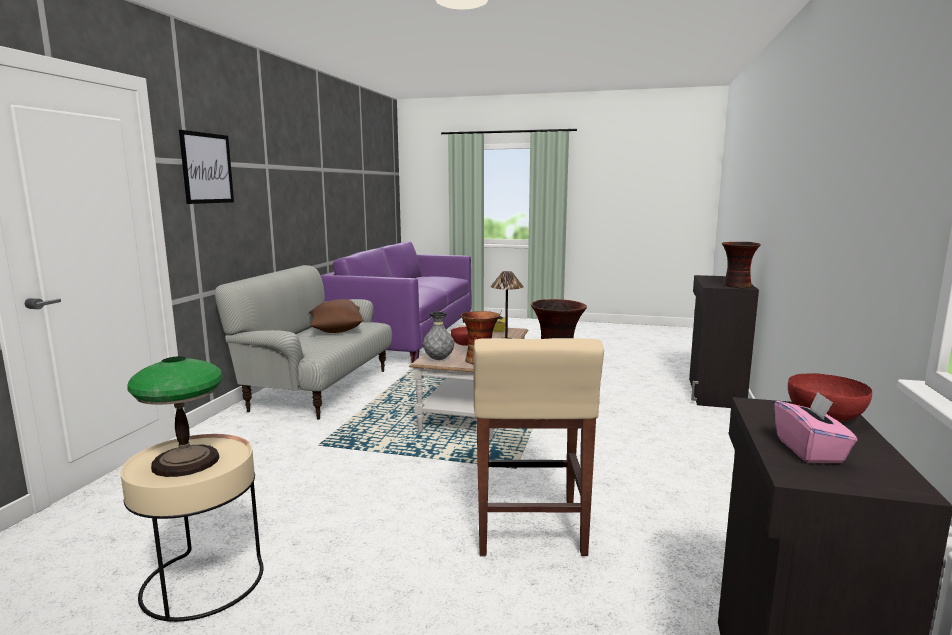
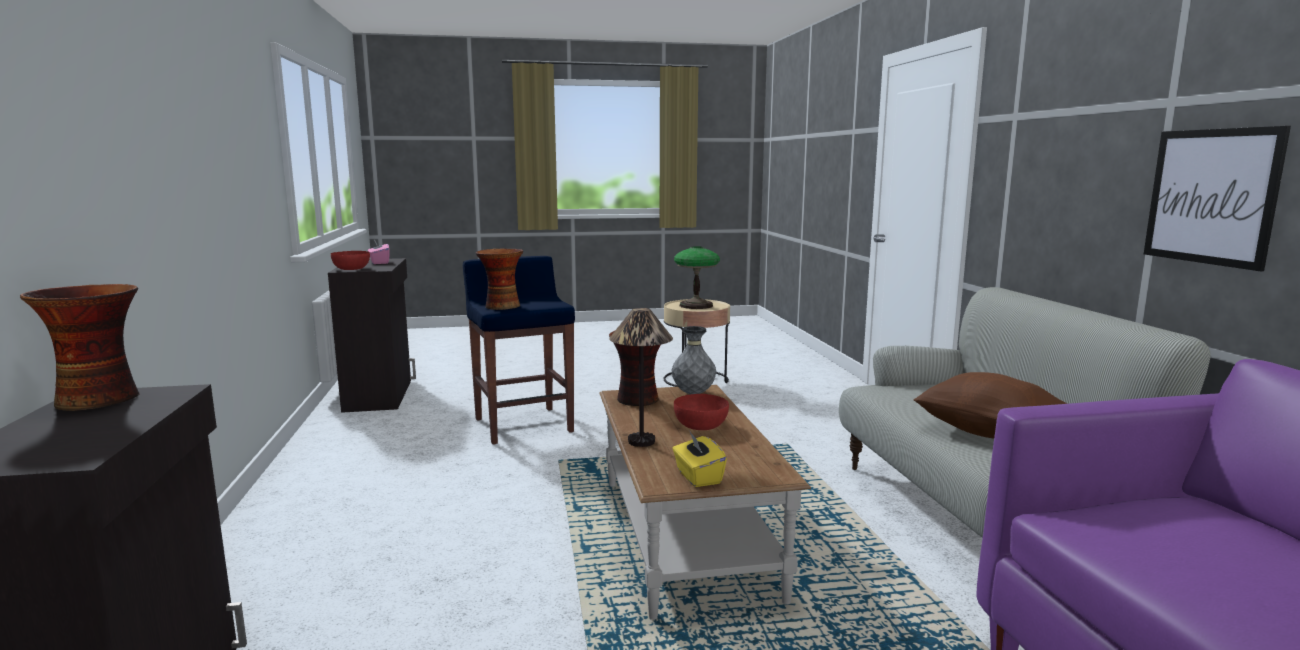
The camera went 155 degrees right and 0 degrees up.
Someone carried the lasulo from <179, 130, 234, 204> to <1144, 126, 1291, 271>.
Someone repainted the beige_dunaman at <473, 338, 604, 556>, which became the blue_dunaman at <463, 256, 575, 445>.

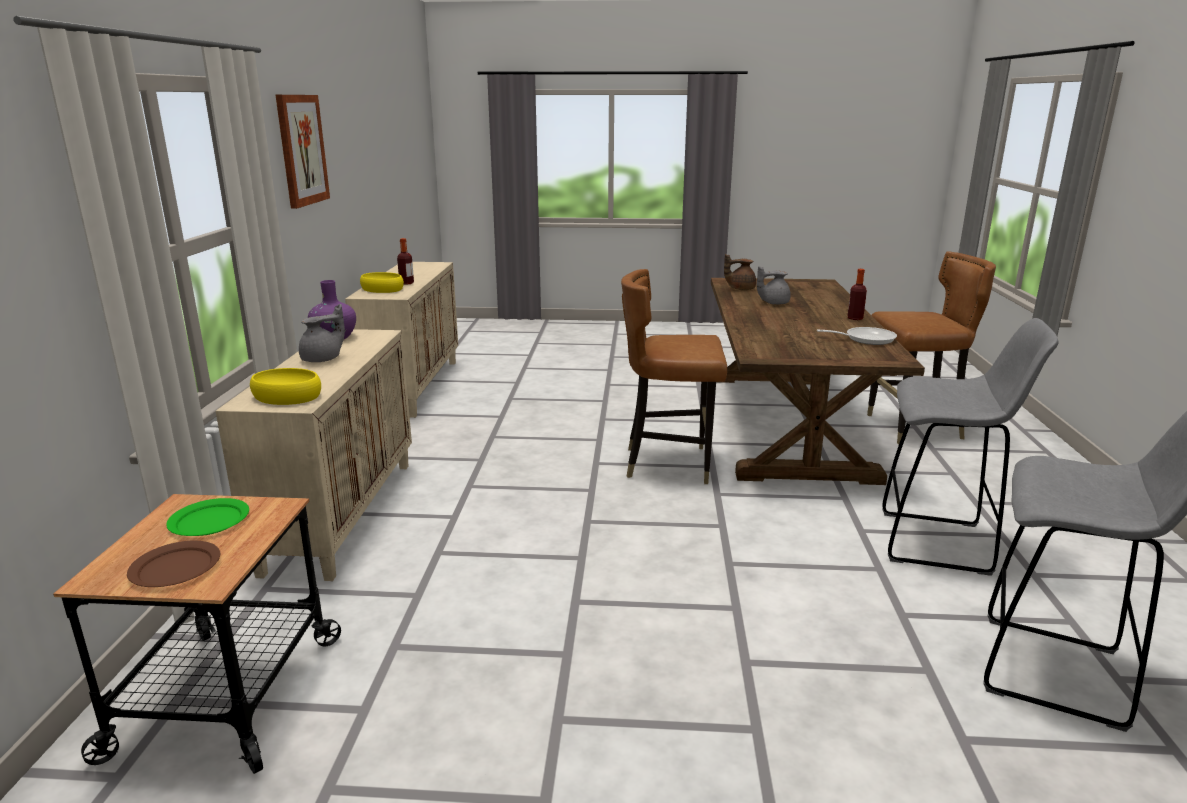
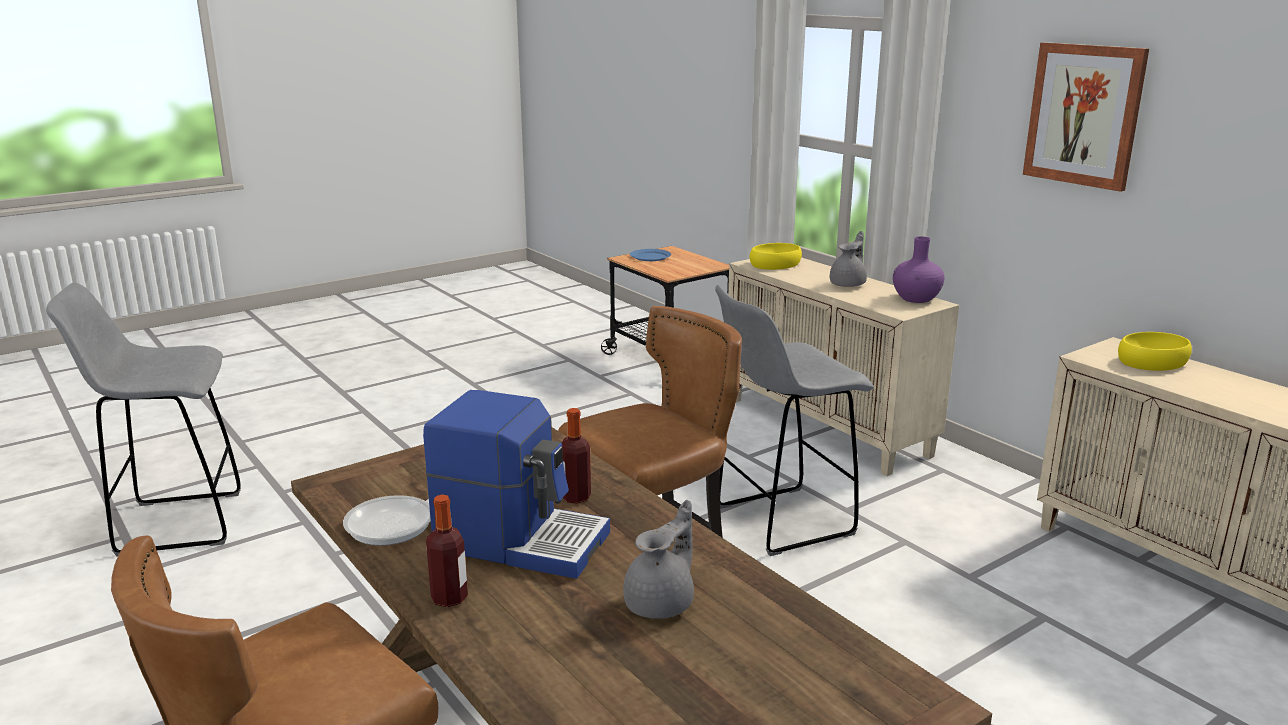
The camera went 140 degrees right and 0 degrees up.
Someone carried the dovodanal from <397, 238, 414, 285> to <562, 408, 591, 504>.
Someone took away the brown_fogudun at <724, 254, 756, 290>.
Someone rotated the grey_fogudun at <299, 304, 345, 362> by 150 degrees counterclockwise.
Someone carried the grey_dunaman from <882, 318, 1059, 576> to <715, 285, 874, 556>.
Someone took away the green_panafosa at <166, 498, 249, 536>.
Someone repainted the brown_panafosa at <127, 541, 221, 587>, which became the blue_panafosa at <630, 249, 671, 261>.
Someone put down the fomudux at <423, 390, 610, 579>.

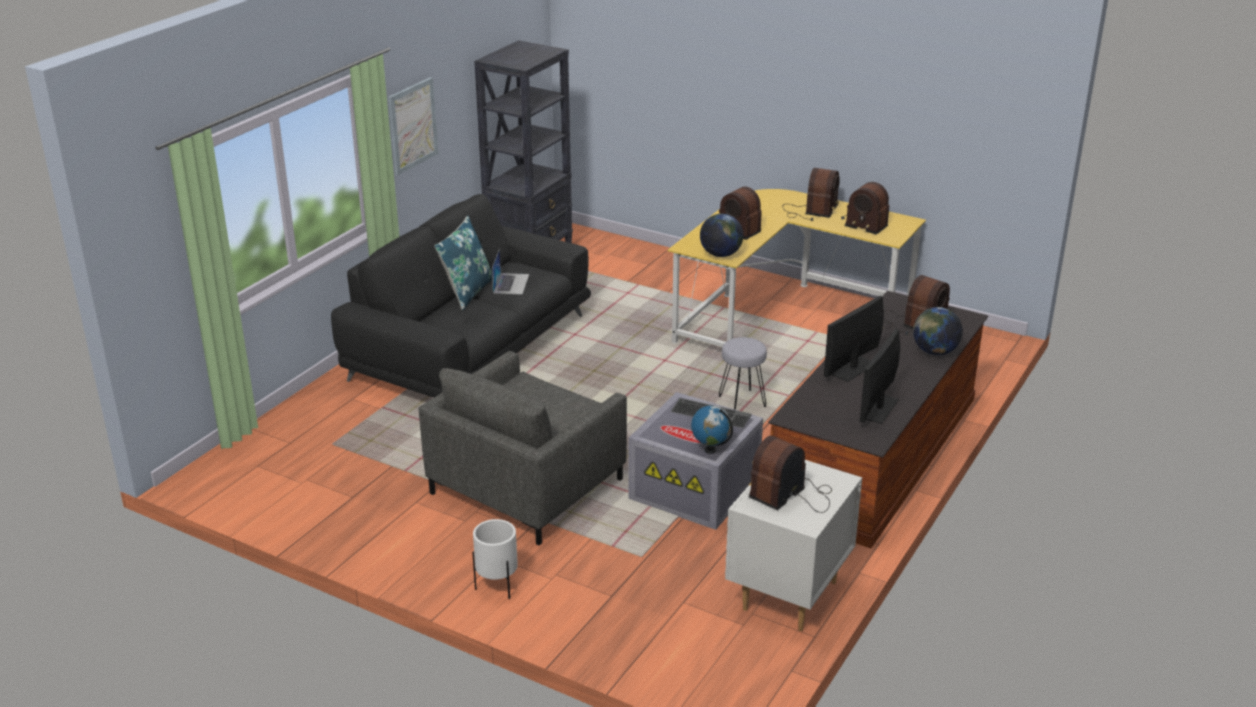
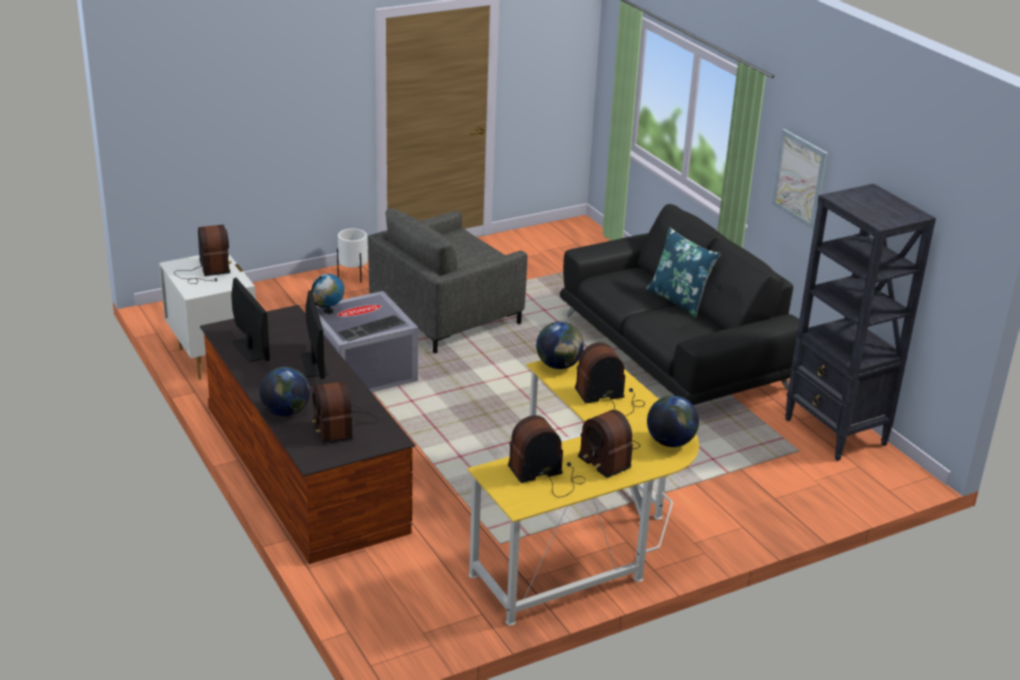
The camera went 120 degrees right and 0 degrees up.
Someone took away the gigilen at <492, 249, 529, 295>.
Someone took away the grey_dunaman at <719, 337, 767, 410>.
Someone rotated the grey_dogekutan at <418, 351, 627, 546> by 105 degrees counterclockwise.
Someone put down the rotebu at <647, 395, 699, 447>.

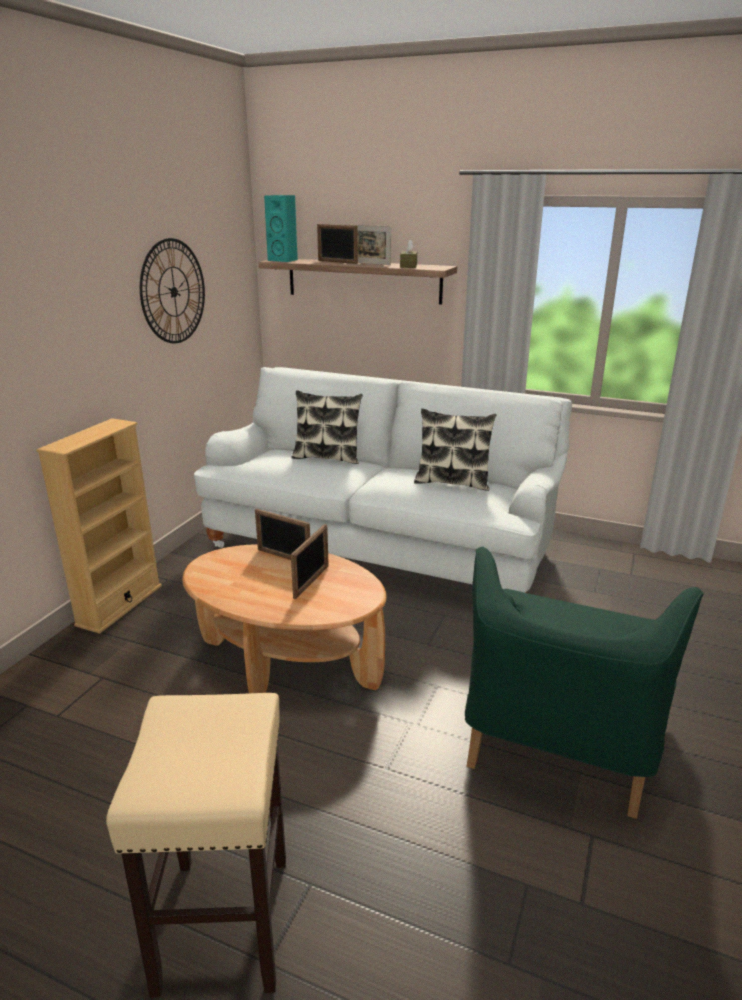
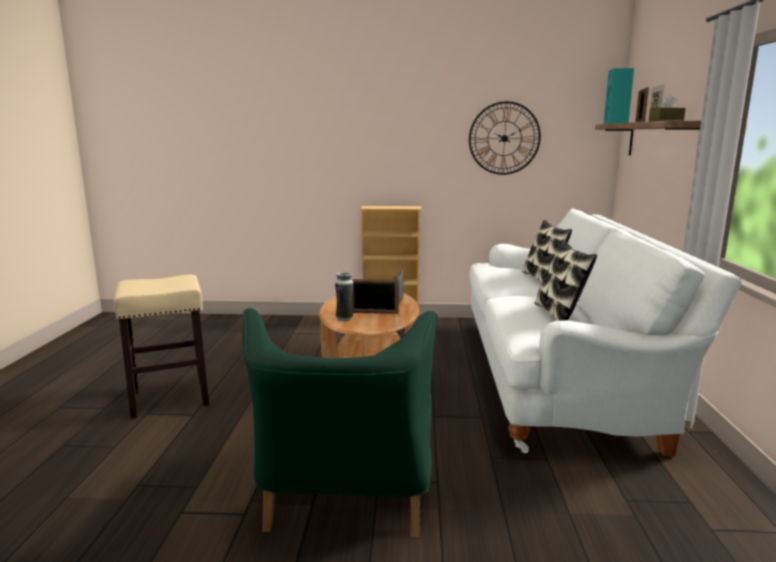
The camera went 70 degrees right and 10 degrees down.
Someone rotated the green_dogekutan at <465, 547, 704, 819> by 90 degrees counterclockwise.
Someone put down the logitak at <335, 272, 353, 321>.

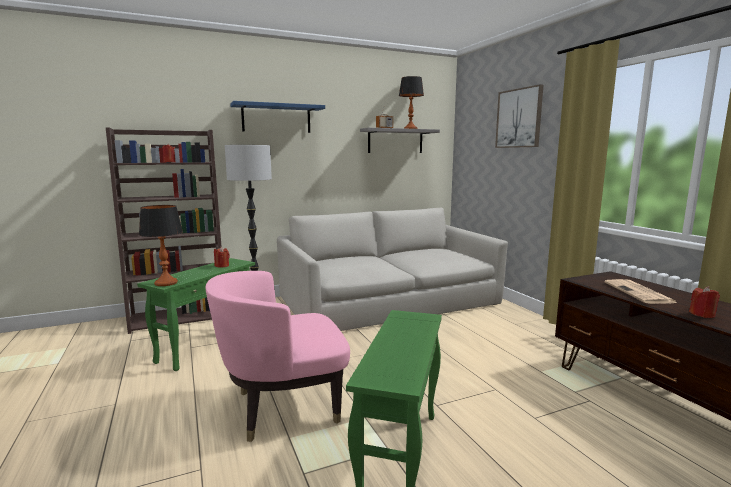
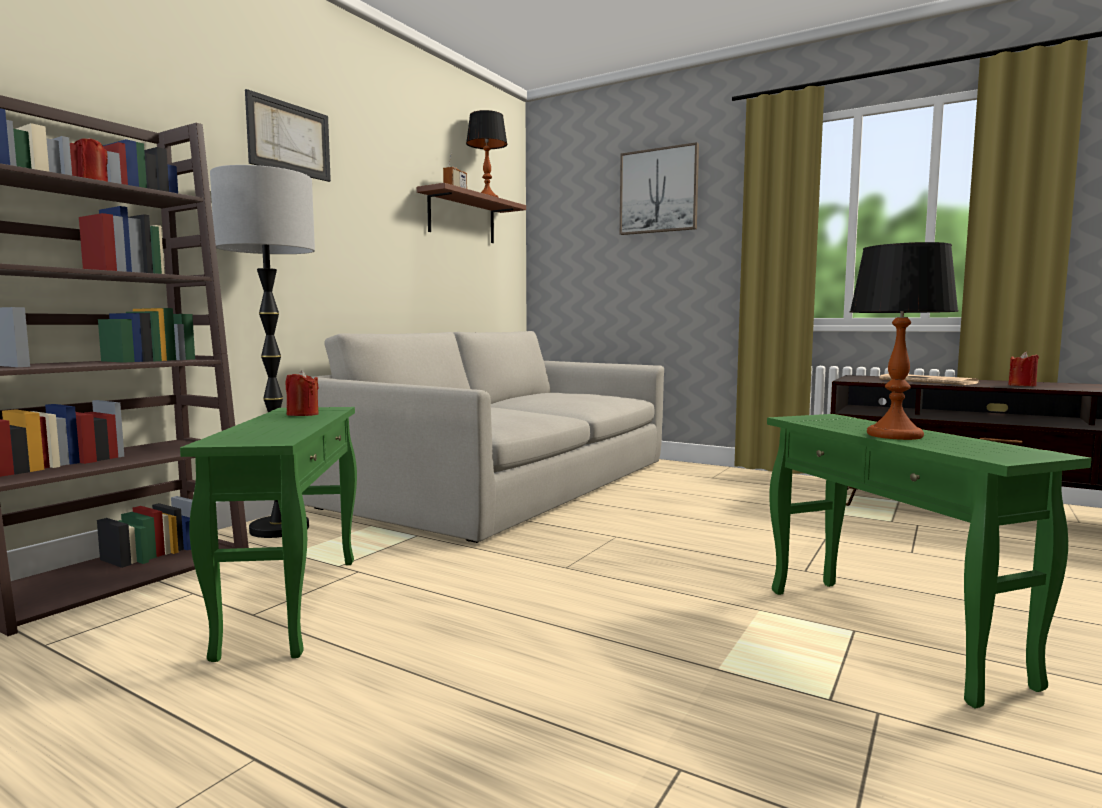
The camera went 35 degrees left and 5 degrees down.
Someone swapped the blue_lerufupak at <230, 101, 325, 133> for the lasulo at <245, 89, 331, 182>.
Someone repainted the grey_lerufupak at <360, 128, 440, 153>, which became the brown_lerufupak at <417, 183, 526, 243>.
Someone carried the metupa from <139, 205, 183, 286> to <850, 242, 959, 440>.
Someone took away the pink_dogekutan at <205, 271, 350, 442>.

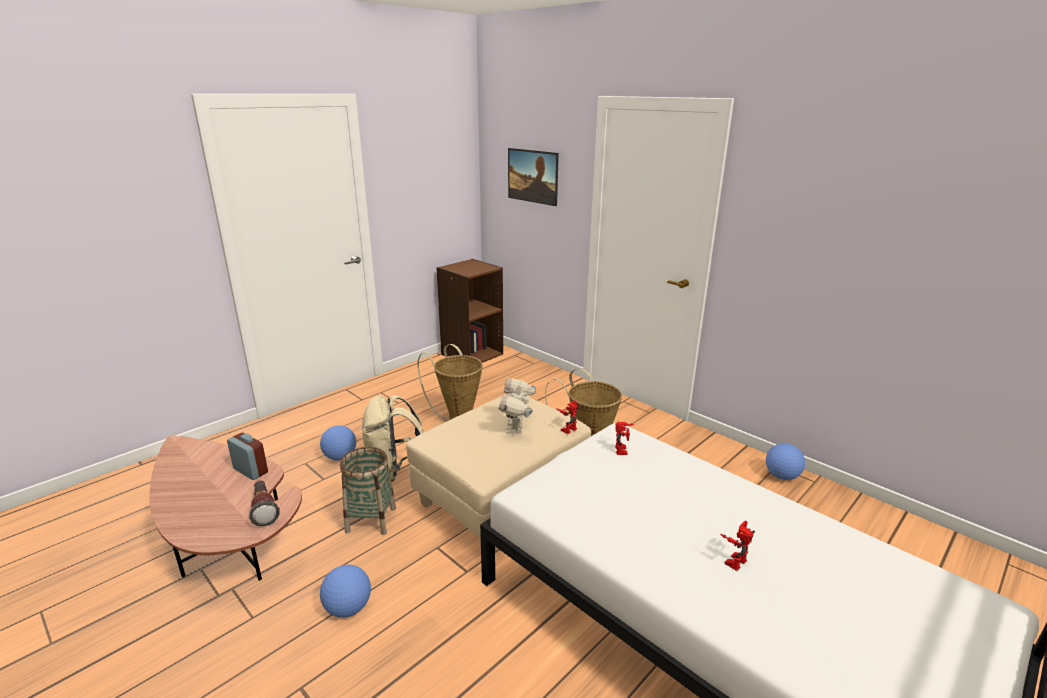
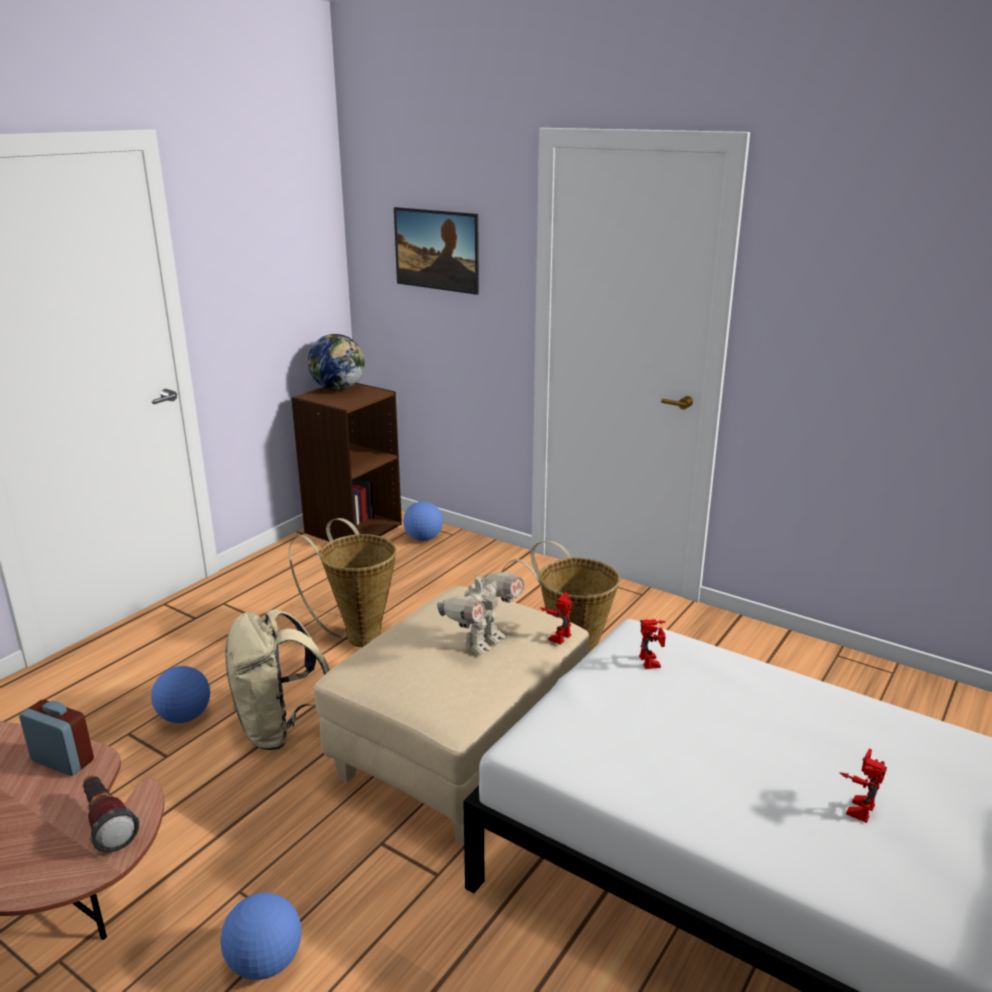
The camera went 10 degrees left and 0 degrees up.
Someone rotated the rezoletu at <499, 378, 536, 434> by 135 degrees counterclockwise.
Someone carried the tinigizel from <766, 443, 805, 480> to <403, 501, 443, 541>.
Someone took away the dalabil at <340, 447, 396, 535>.
Someone put down the rotebu at <308, 334, 365, 390>.

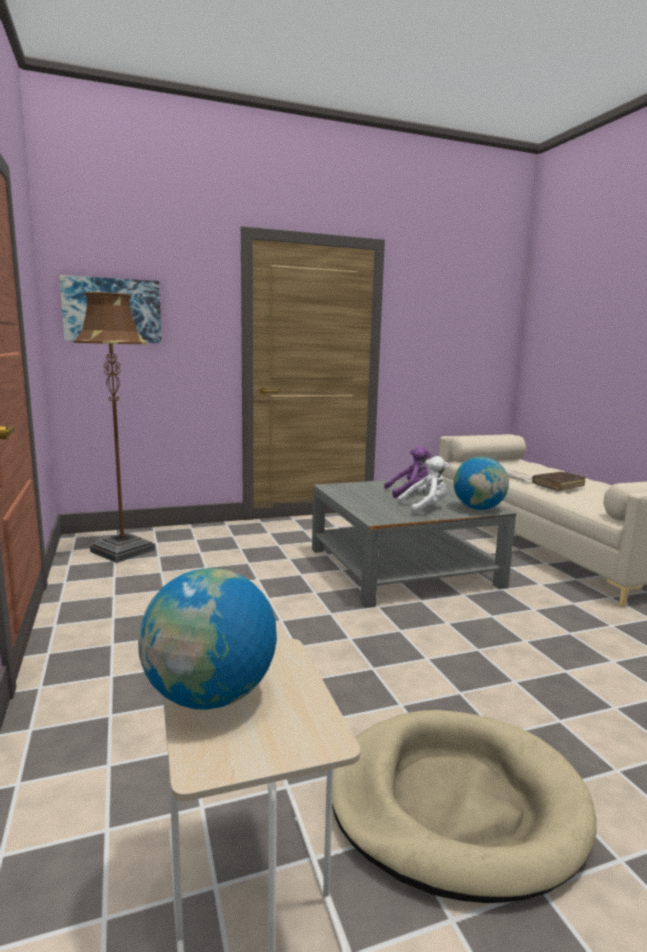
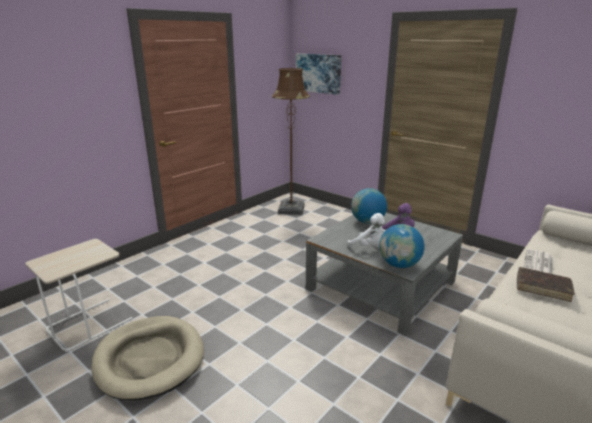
The camera went 60 degrees right and 10 degrees up.
Someone carried the rotebu from <138, 568, 277, 710> to <351, 188, 387, 224>.

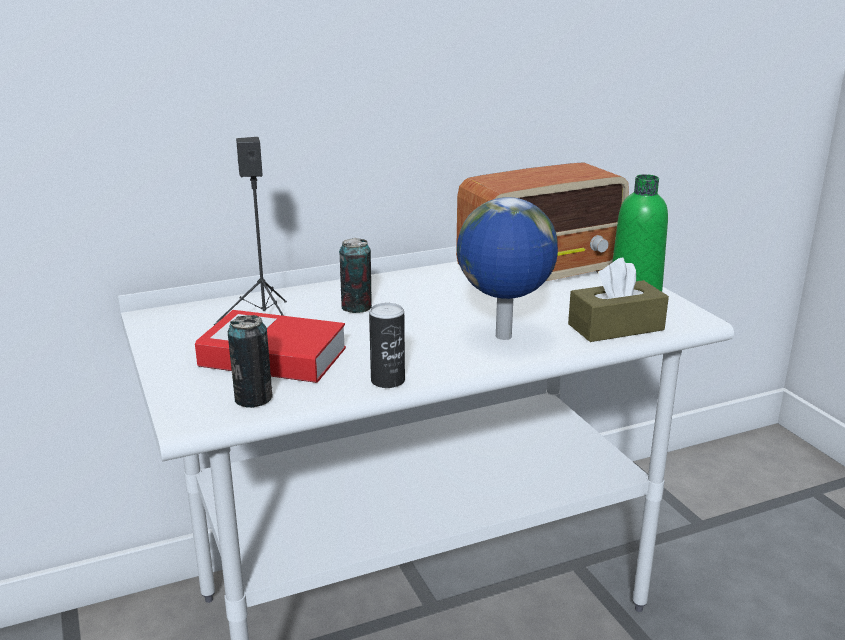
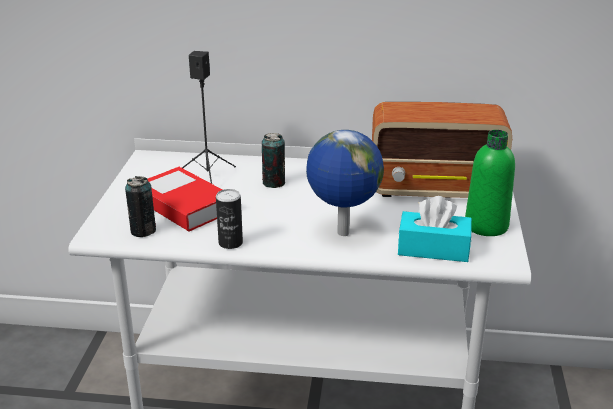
The camera went 30 degrees right and 5 degrees up.
Someone repainted the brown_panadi at <568, 258, 669, 342>, which became the turquoise_panadi at <398, 196, 472, 262>.

